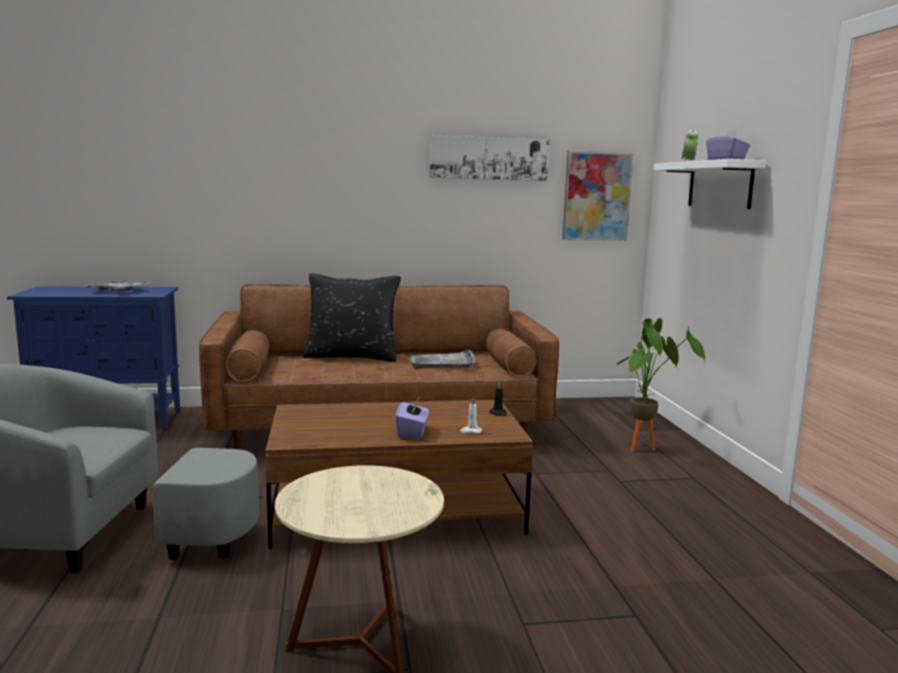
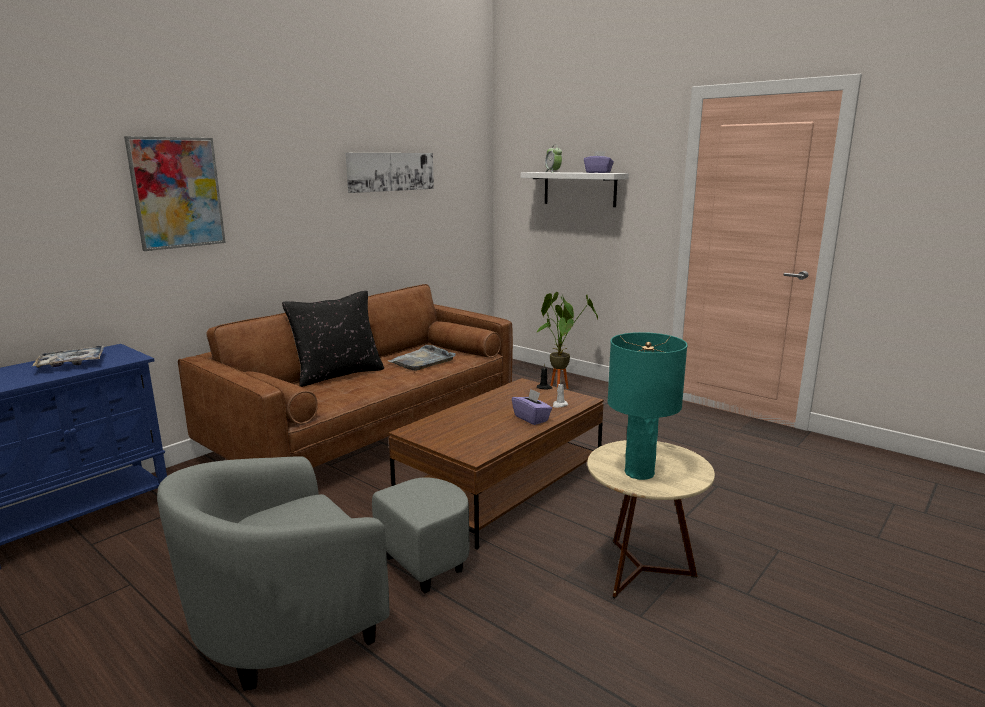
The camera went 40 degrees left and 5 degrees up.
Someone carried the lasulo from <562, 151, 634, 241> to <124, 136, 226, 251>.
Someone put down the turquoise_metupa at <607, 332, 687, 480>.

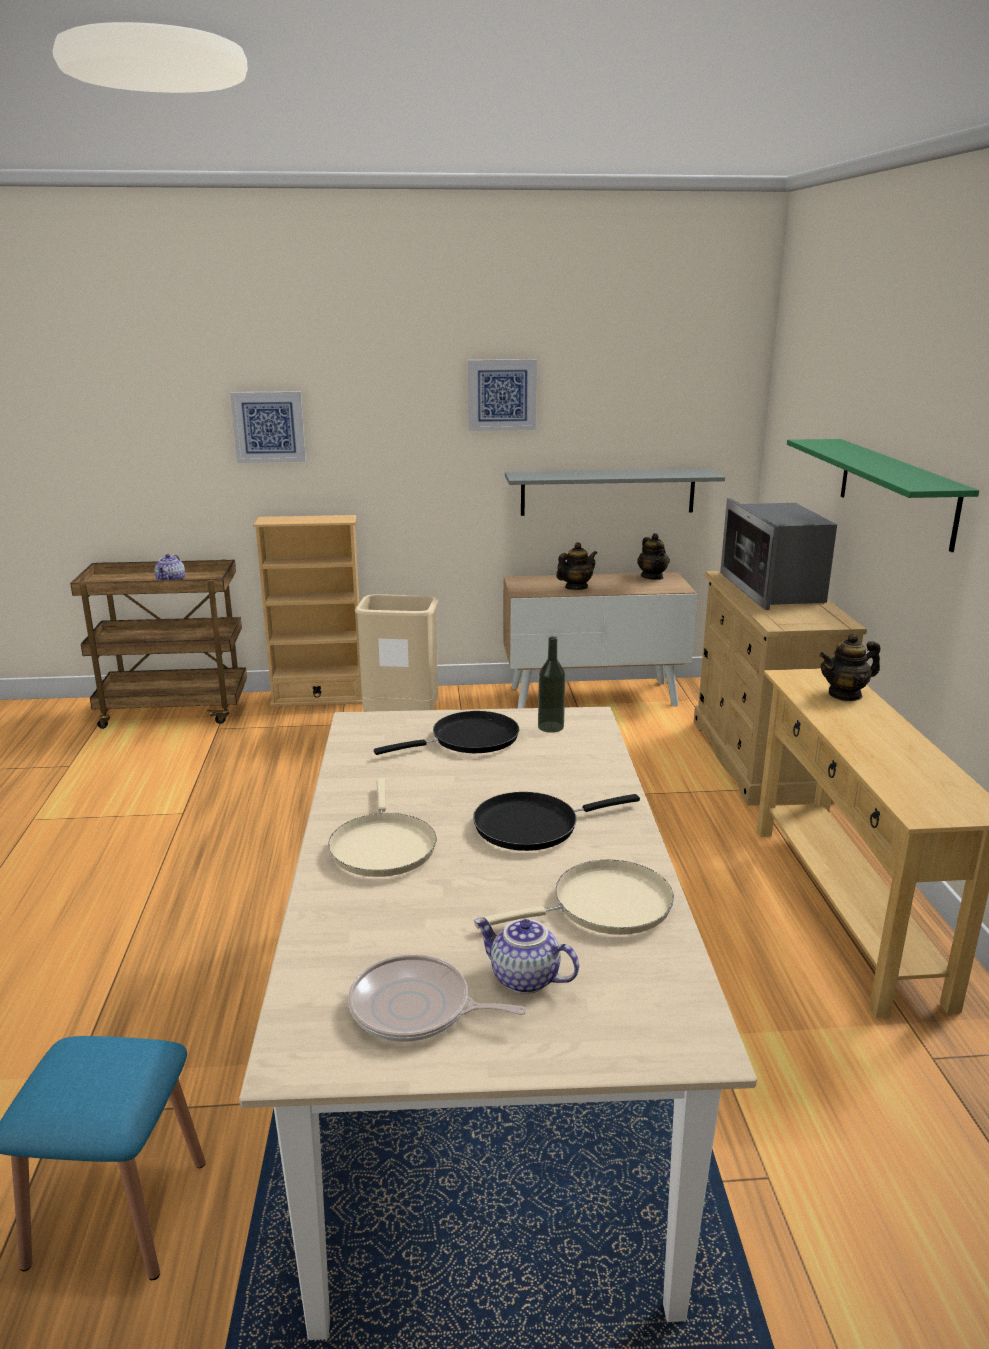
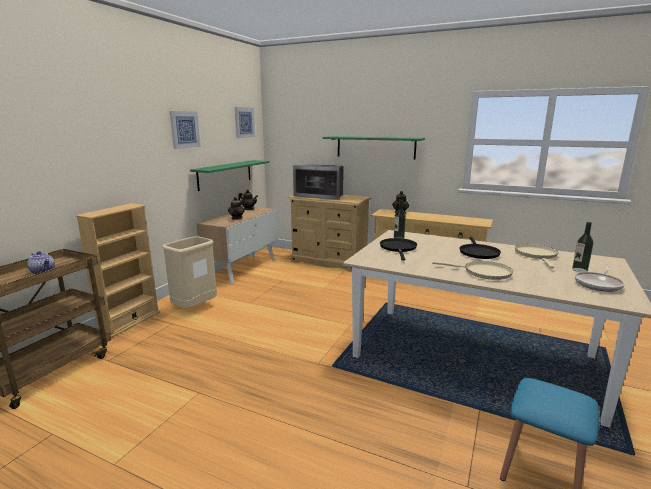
The camera went 60 degrees left and 5 degrees down.
Someone carried the lasulo from <230, 391, 306, 463> to <235, 107, 255, 138>.
Someone repainted the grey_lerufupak at <505, 469, 725, 516>, which became the green_lerufupak at <190, 160, 269, 191>.
Someone swapped the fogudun at <475, 917, 579, 994> for the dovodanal at <572, 222, 594, 272>.

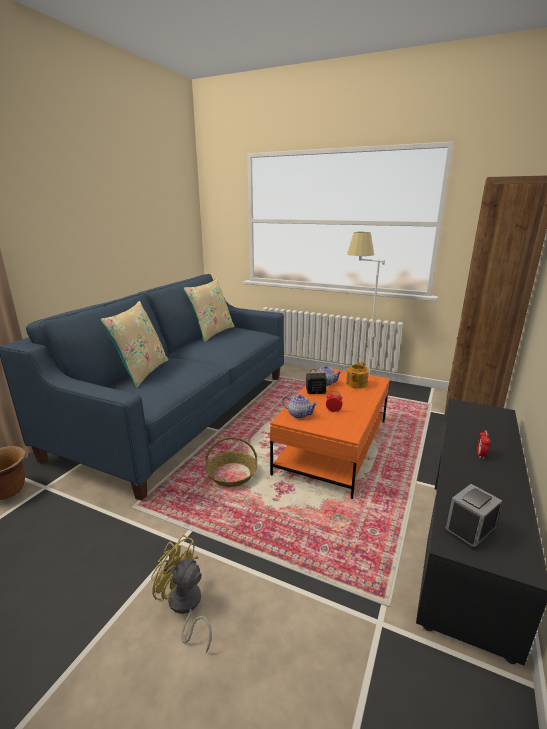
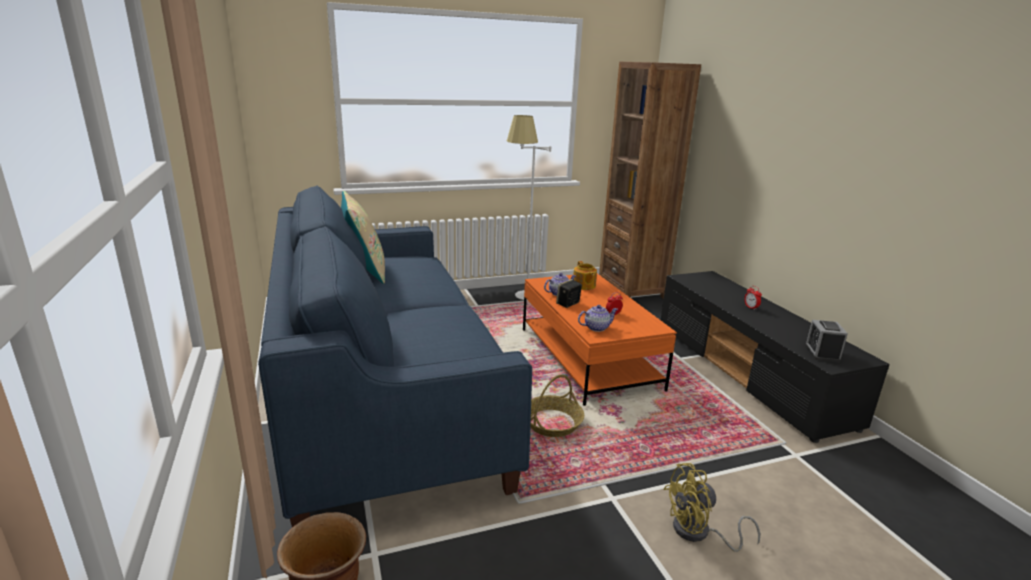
The camera went 45 degrees left and 0 degrees up.
Someone took away the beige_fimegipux at <100, 301, 168, 388>.

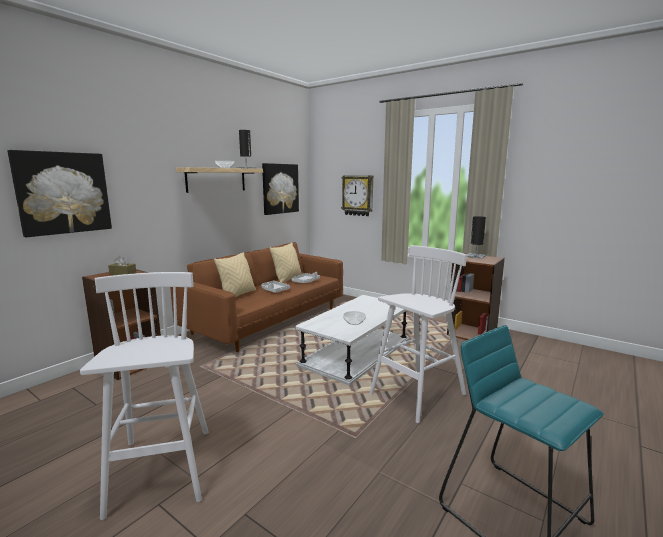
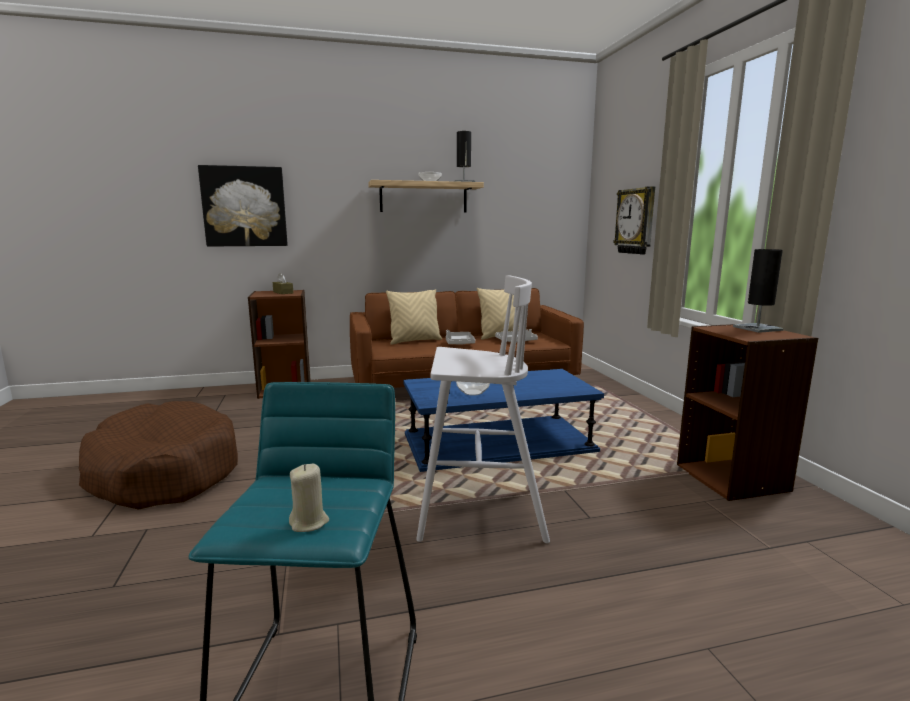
The camera went 40 degrees right and 0 degrees up.
Someone took away the lasulo at <262, 163, 299, 215>.
Someone swapped the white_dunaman at <80, 272, 208, 520> for the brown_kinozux at <79, 401, 238, 510>.
Someone repainted the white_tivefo at <295, 295, 410, 386>, which became the blue_tivefo at <404, 369, 604, 472>.
Someone put down the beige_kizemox at <289, 464, 329, 532>.

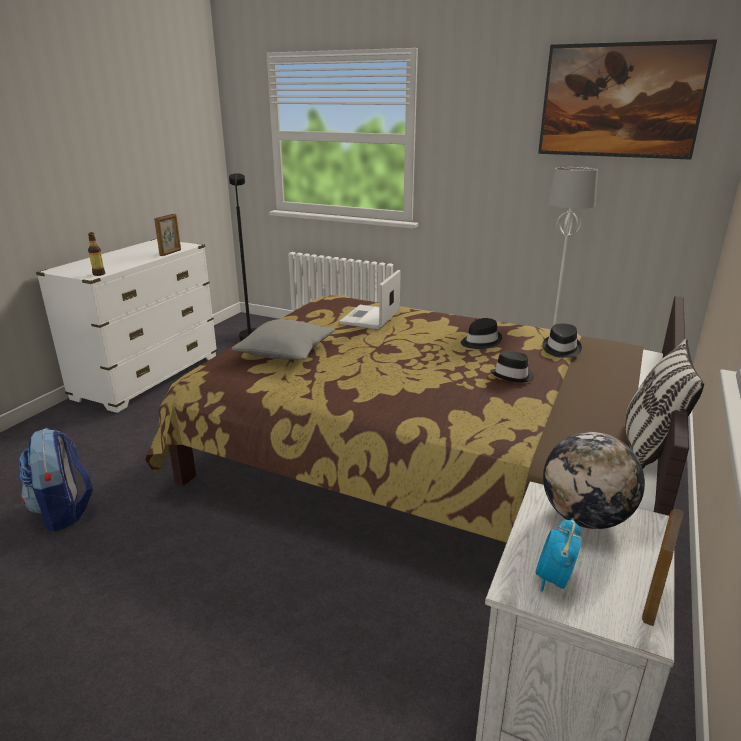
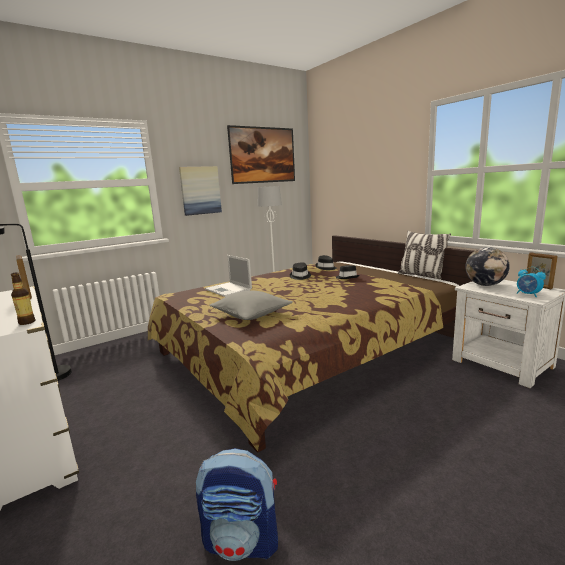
The camera went 60 degrees left and 10 degrees down.
Someone put up the lasulo at <179, 166, 222, 216>.

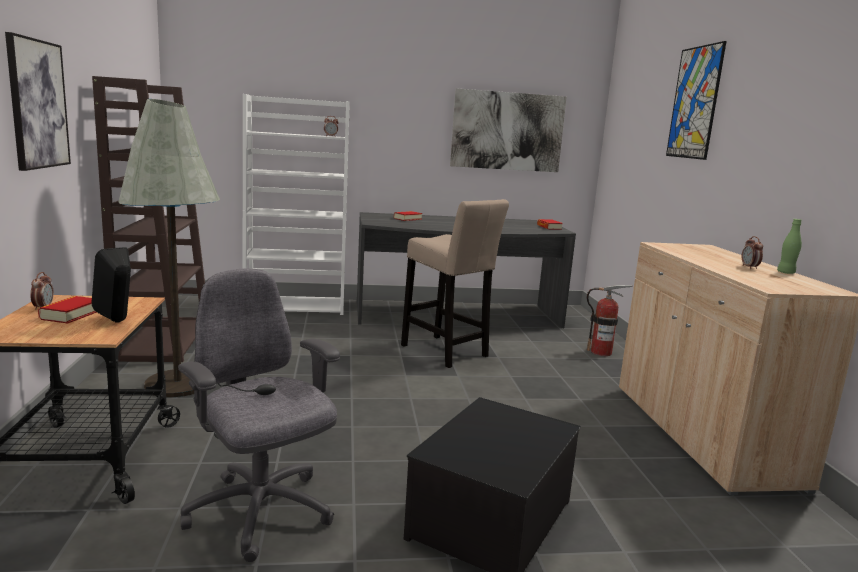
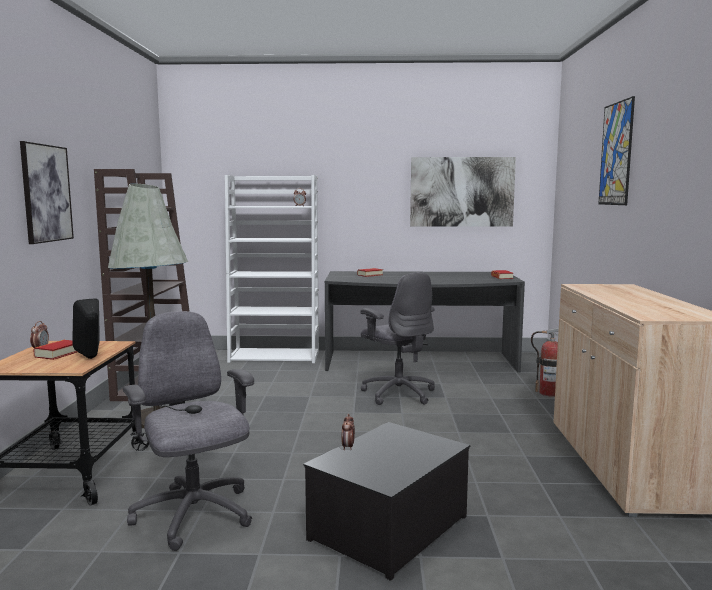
The camera went 10 degrees right and 5 degrees down.
Someone swapped the beige_dunaman at <401, 199, 509, 368> for the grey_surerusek at <361, 272, 435, 405>.
Someone took away the green_dovodanal at <777, 219, 802, 274>.
Someone carried the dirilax from <741, 236, 763, 269> to <341, 414, 355, 450>.

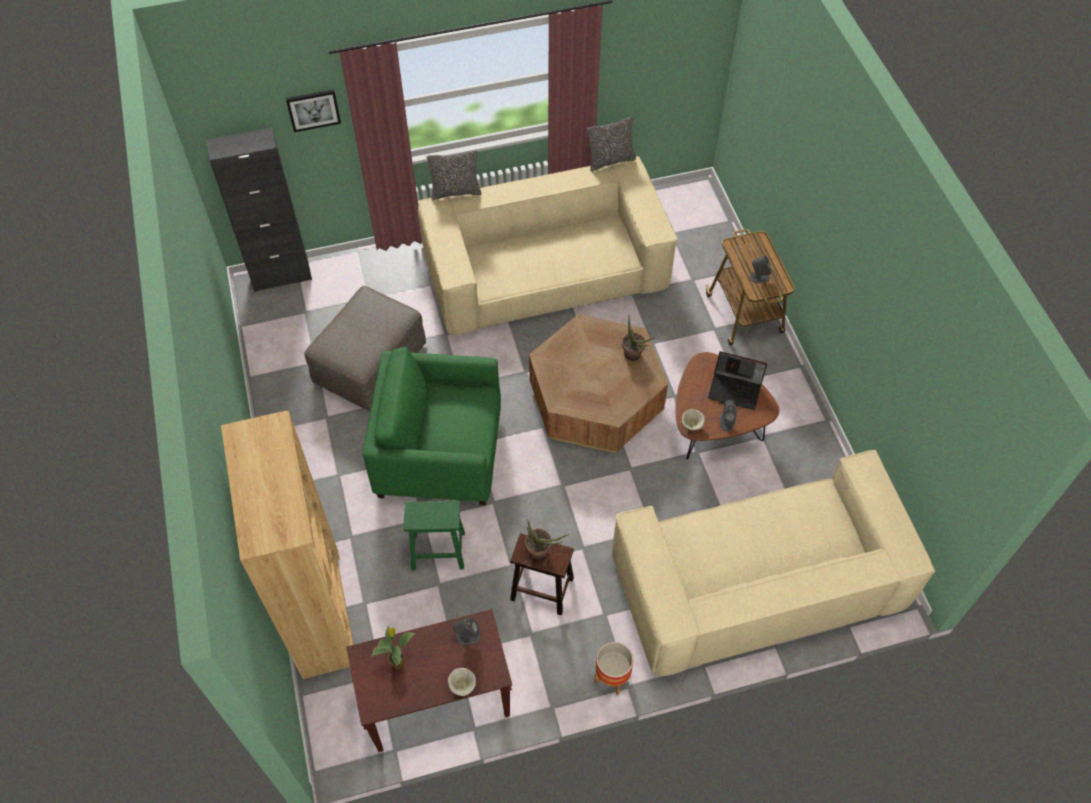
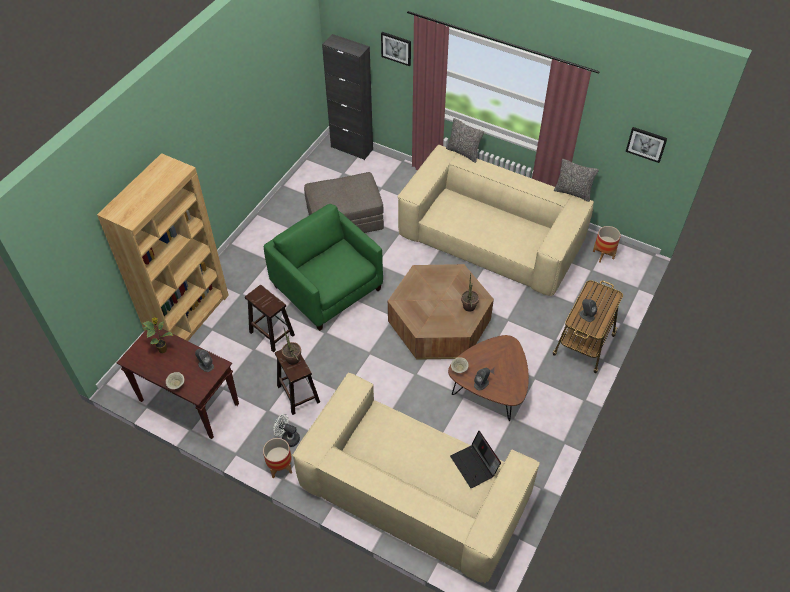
The camera went 45 degrees right and 5 degrees down.
Someone carried the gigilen from <708, 352, 767, 410> to <450, 431, 501, 488>.
Someone repainted the green_dunaman at <403, 500, 465, 571>, which became the brown_dunaman at <245, 285, 295, 353>.
Someone put up the lasulo at <626, 127, 667, 163>.
Someone put down the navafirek at <593, 226, 621, 263>.
Someone put down the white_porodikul at <273, 414, 300, 447>.

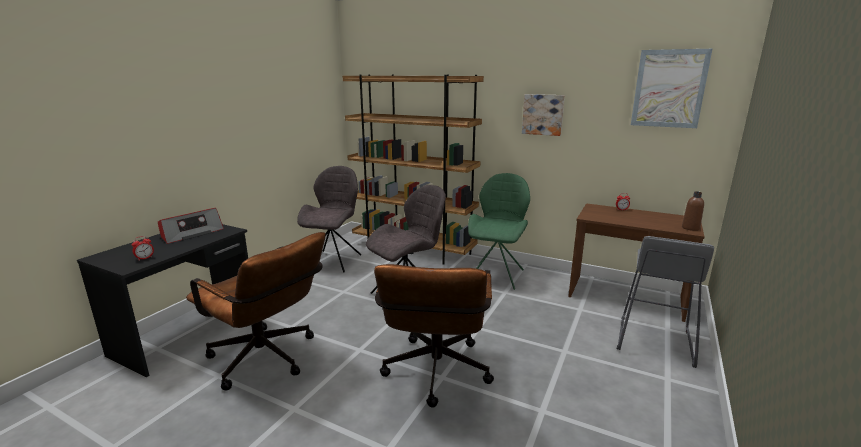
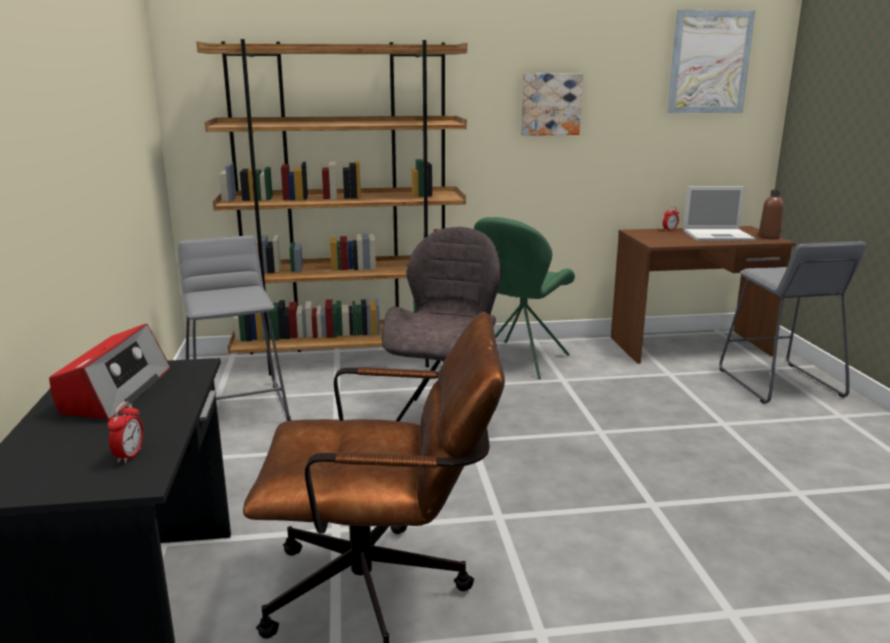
The camera went 35 degrees left and 0 degrees up.
Someone swapped the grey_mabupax at <297, 166, 361, 272> for the grey_dunaman at <178, 236, 291, 421>.
Someone rotated the green_mabupax at <468, 173, 530, 290> by 135 degrees counterclockwise.
Someone took away the brown_surerusek at <374, 264, 494, 407>.
Someone put down the gigilen at <683, 187, 756, 241>.

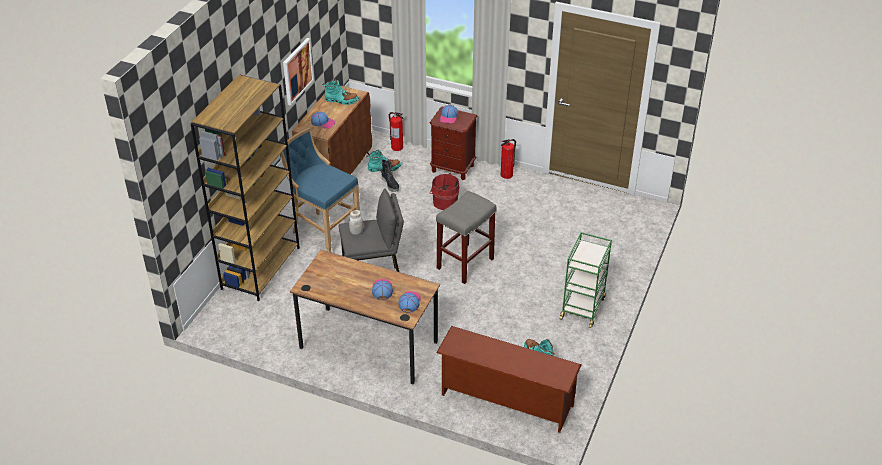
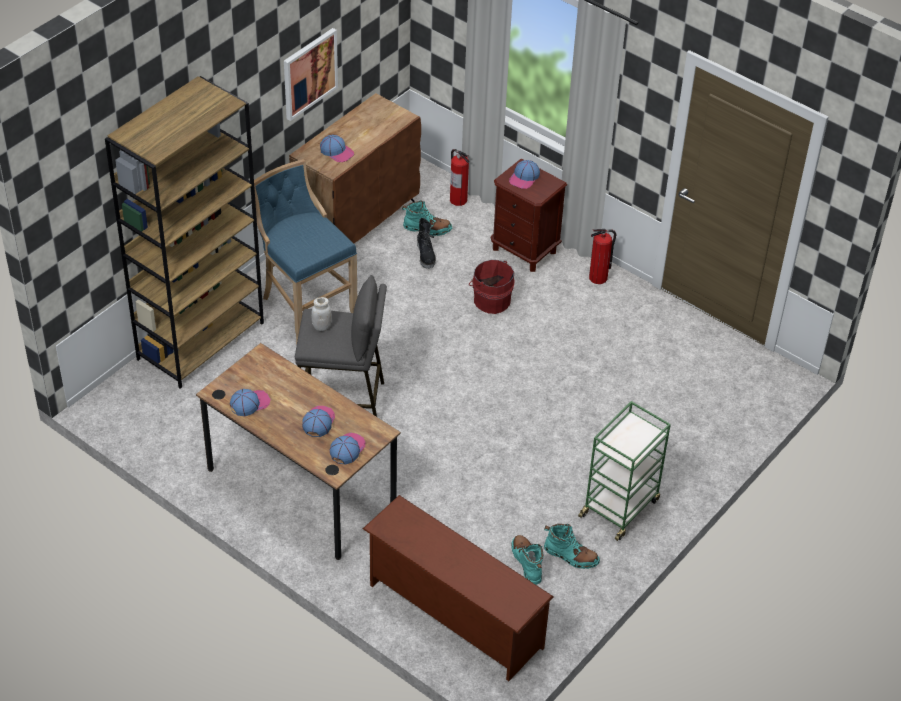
The camera went 15 degrees right and 5 degrees up.
Someone carried the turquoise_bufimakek from <322, 79, 359, 105> to <544, 524, 600, 569>.
Someone took away the grey_dunaman at <436, 191, 497, 284>.
Someone put down the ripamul at <230, 389, 271, 416>.

